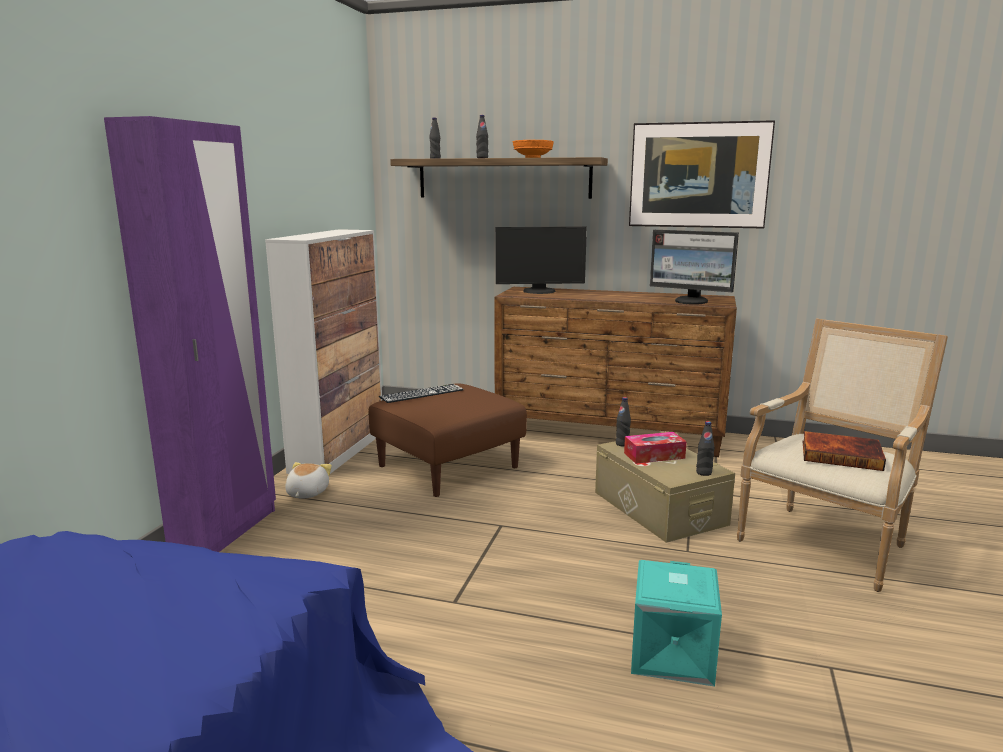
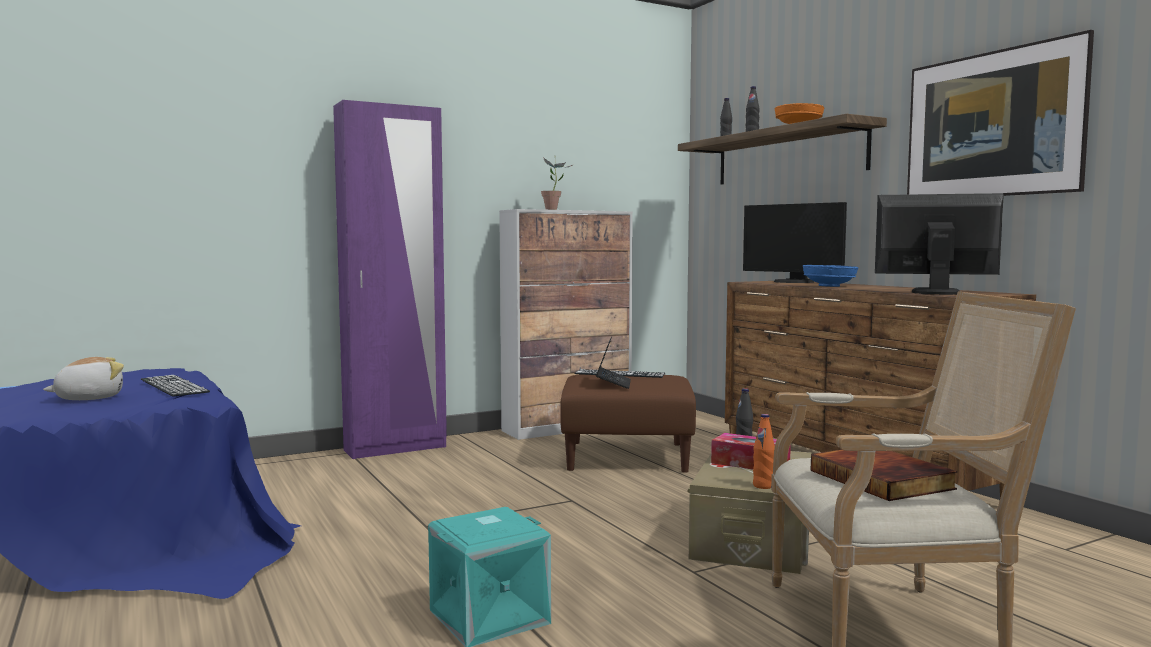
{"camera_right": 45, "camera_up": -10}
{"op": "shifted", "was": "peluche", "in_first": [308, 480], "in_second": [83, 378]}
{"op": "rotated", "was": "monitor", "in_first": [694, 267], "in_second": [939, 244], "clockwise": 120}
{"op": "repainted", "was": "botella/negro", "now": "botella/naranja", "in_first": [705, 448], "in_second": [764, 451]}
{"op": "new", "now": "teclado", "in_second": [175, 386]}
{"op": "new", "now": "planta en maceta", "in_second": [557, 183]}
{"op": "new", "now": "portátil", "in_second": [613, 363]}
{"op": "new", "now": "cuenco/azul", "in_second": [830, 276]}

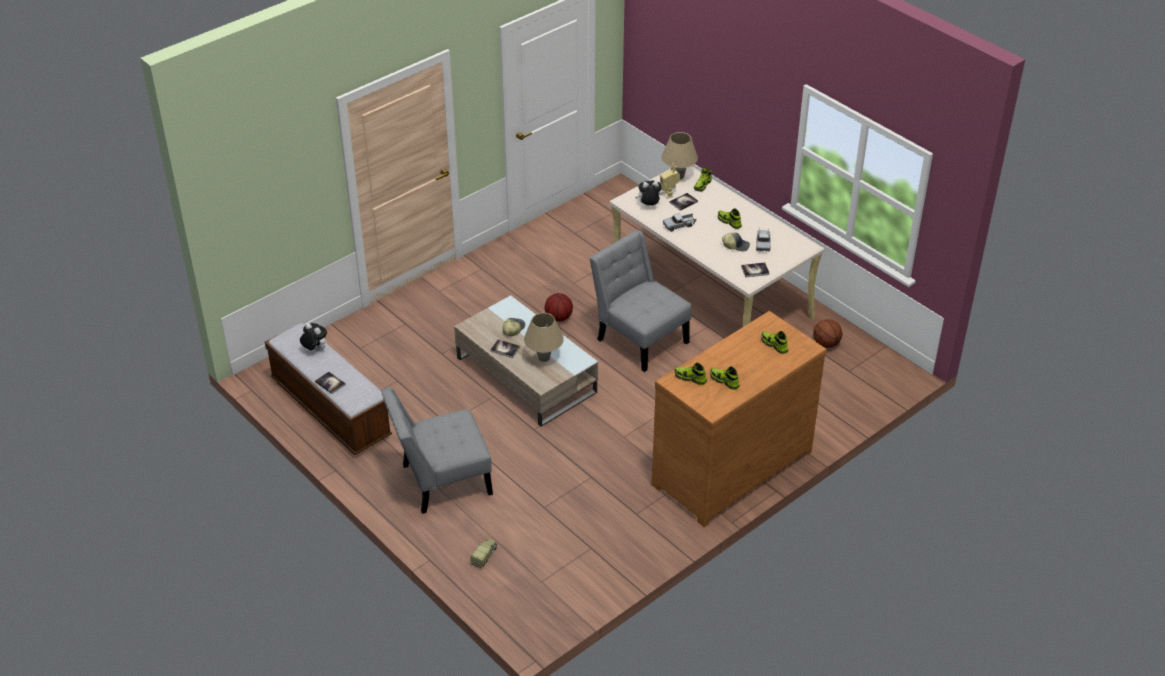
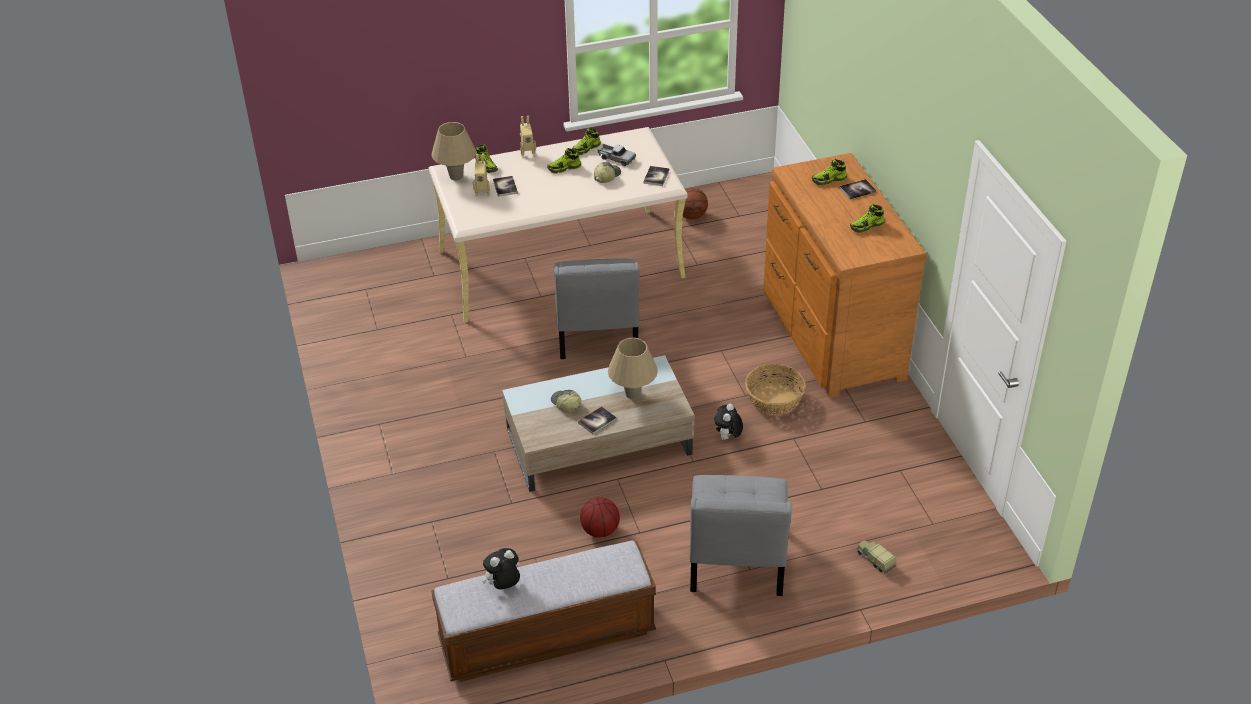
{"camera_right": -65, "camera_up": 0}
{"op": "shifted", "was": "libro", "in_first": [330, 383], "in_second": [857, 189]}
{"op": "shifted", "was": "balón de baloncesto", "in_first": [559, 307], "in_second": [600, 517]}
{"op": "rotated", "was": "silla/gris", "in_first": [641, 301], "in_second": [597, 308], "clockwise": -75}
{"op": "shifted", "was": "peluche", "in_first": [648, 193], "in_second": [728, 422]}
{"op": "gone", "was": "camión de juguete", "in_first": [679, 222]}
{"op": "shifted", "was": "zapato", "in_first": [690, 373], "in_second": [586, 141]}
{"op": "new", "now": "robot de juguete", "in_second": [528, 137]}
{"op": "new", "now": "cesta", "in_second": [775, 389]}

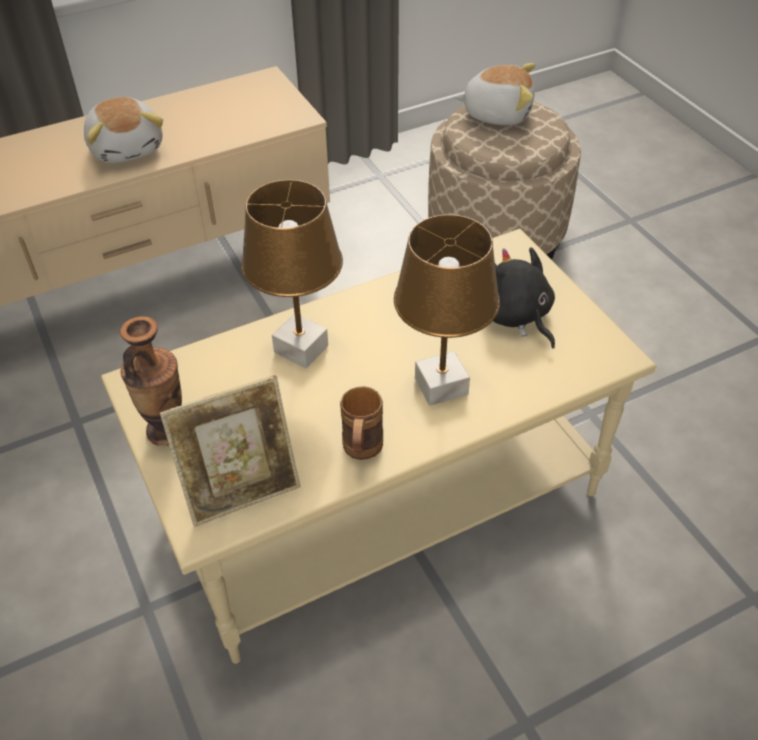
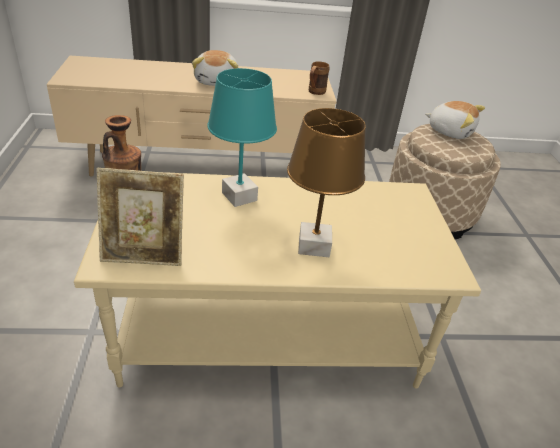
{"camera_right": 20, "camera_up": -10}
{"op": "repainted", "was": "lámpara de mesa/marrón", "now": "lámpara de mesa/turquesa", "in_first": [292, 274], "in_second": [242, 137]}
{"op": "shifted", "was": "taza grande/marrón", "in_first": [361, 423], "in_second": [319, 78]}
{"op": "gone", "was": "peluche/negro", "in_first": [524, 298]}

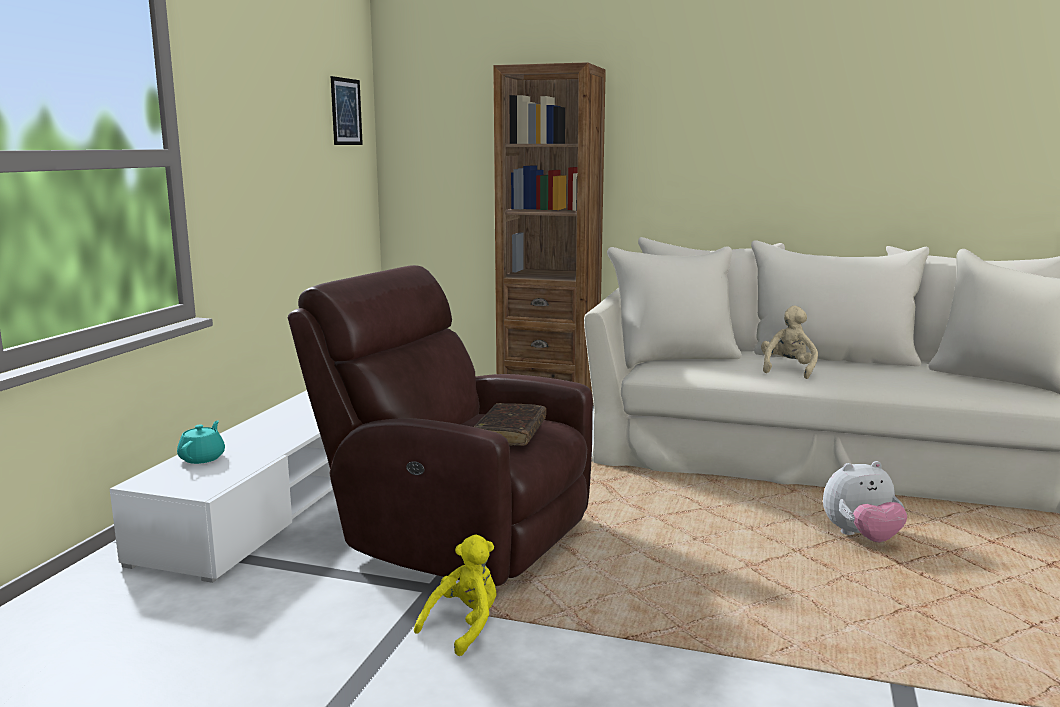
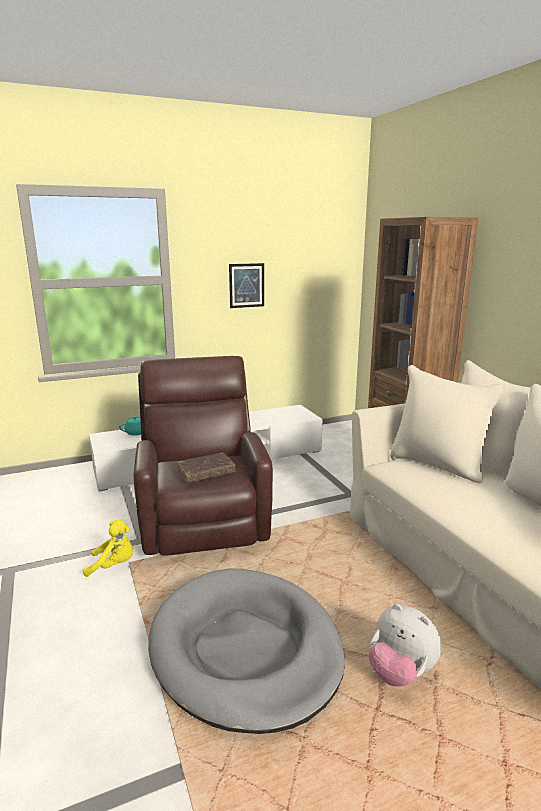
{"camera_right": 50, "camera_up": 5}
{"op": "shifted", "was": "cuadro", "in_first": [347, 110], "in_second": [246, 285]}
{"op": "gone", "was": "peluche/beis", "in_first": [789, 342]}
{"op": "new", "now": "cama para perro/gris", "in_second": [246, 651]}

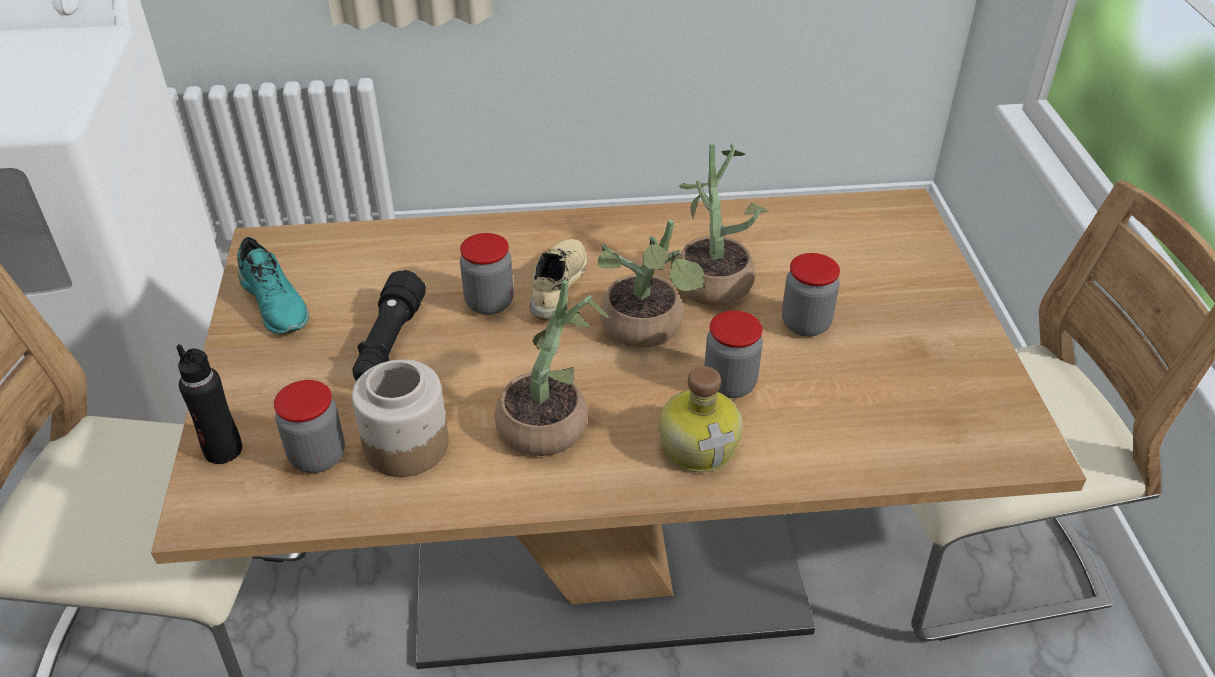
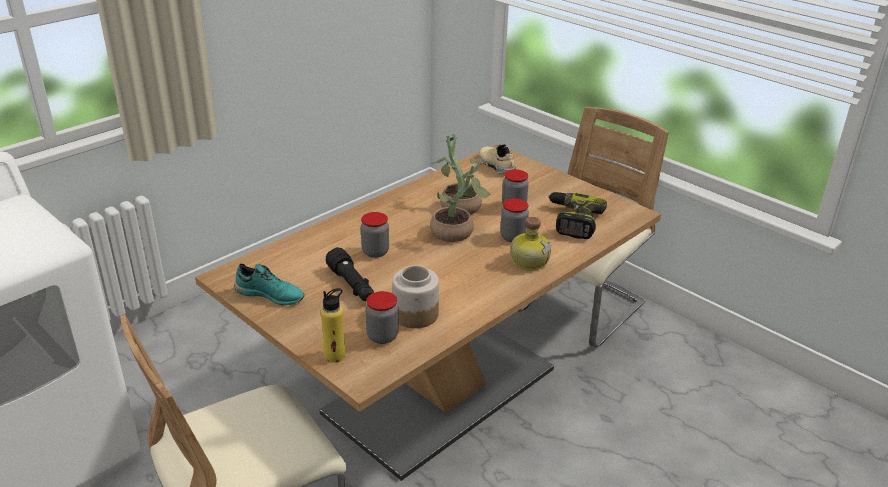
{"camera_right": -40, "camera_up": -10}
{"op": "repainted", "was": "botella/negro", "now": "botella/amarillo", "in_first": [209, 404], "in_second": [333, 325]}
{"op": "gone", "was": "planta en maceta", "in_first": [552, 368]}
{"op": "shifted", "was": "zapato/beis", "in_first": [558, 279], "in_second": [497, 159]}
{"op": "new", "now": "taladro", "in_second": [577, 215]}

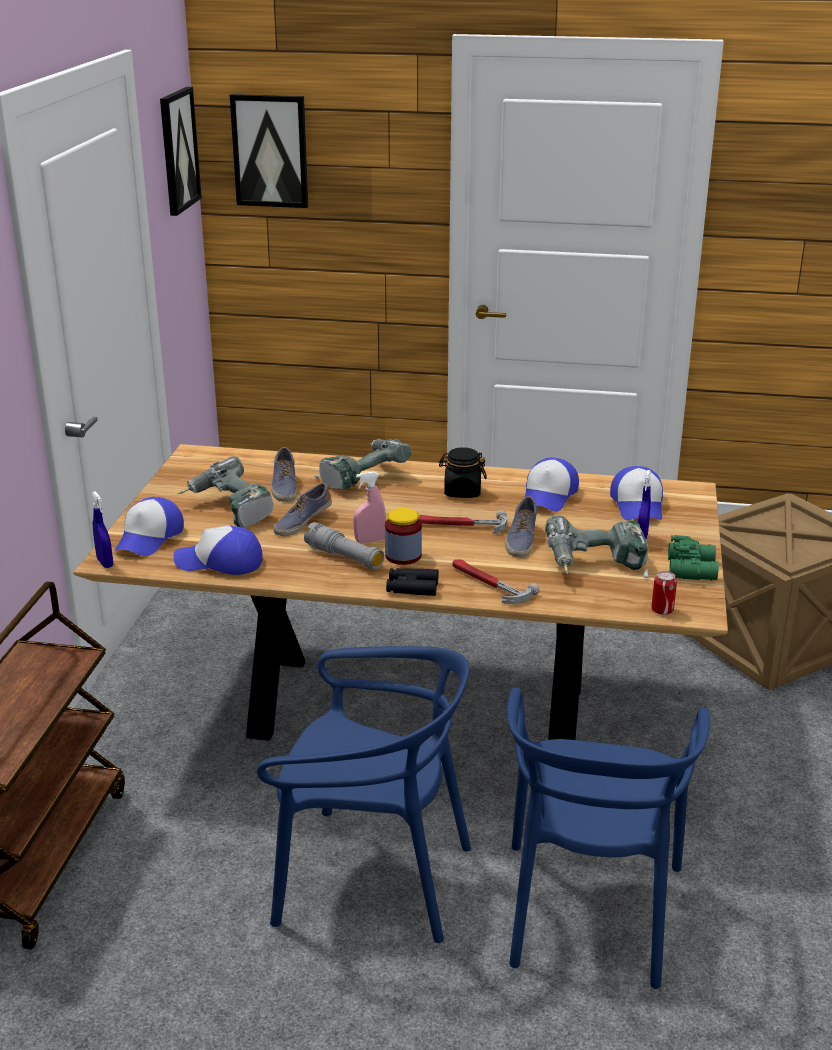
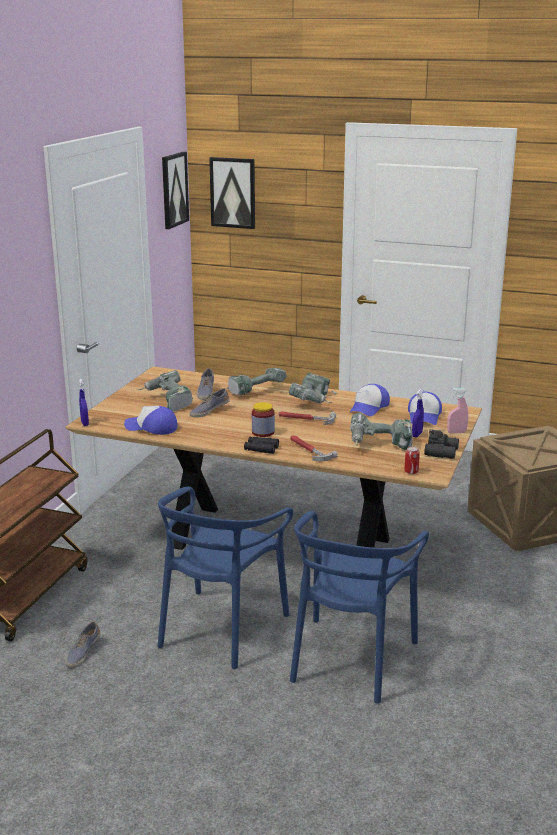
{"camera_right": 10, "camera_up": -5}
{"op": "gone", "was": "gorra", "in_first": [149, 526]}
{"op": "rotated", "was": "silla/azul", "in_first": [364, 794], "in_second": [225, 578], "clockwise": 90}
{"op": "gone", "was": "linterna/gris", "in_first": [344, 546]}
{"op": "shifted", "was": "pulverizador/rosa", "in_first": [369, 507], "in_second": [457, 411]}
{"op": "swapped", "was": "tarro/negro", "now": "taladro", "in_first": [462, 472], "in_second": [313, 388]}
{"op": "shifted", "was": "zapato", "in_first": [521, 526], "in_second": [83, 644]}
{"op": "repainted", "was": "prismáticos/verde", "now": "prismáticos/negro", "in_first": [693, 558], "in_second": [441, 444]}

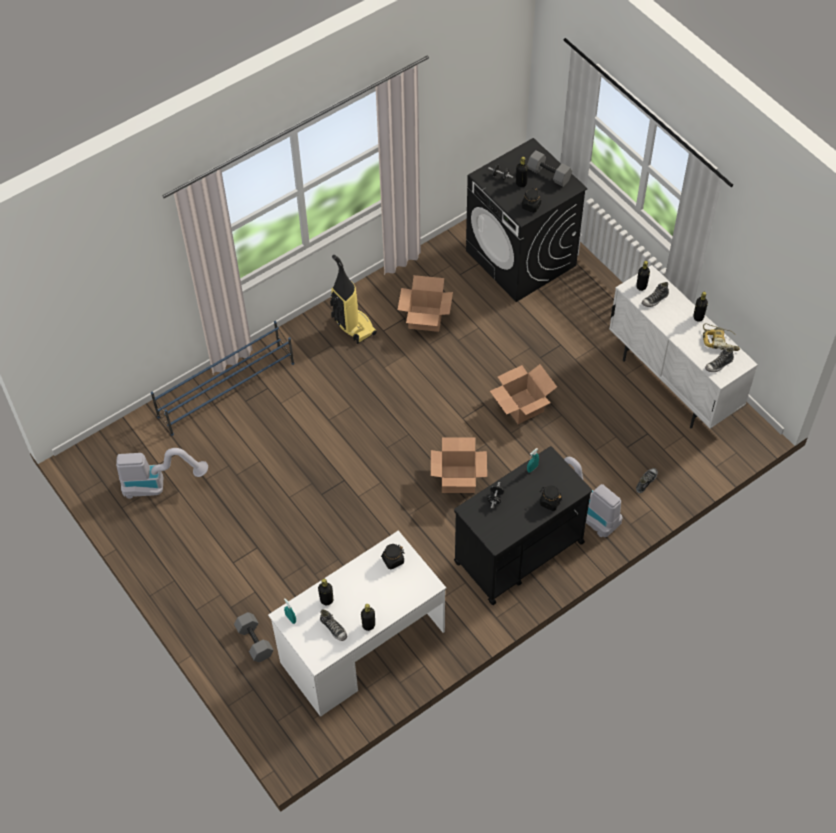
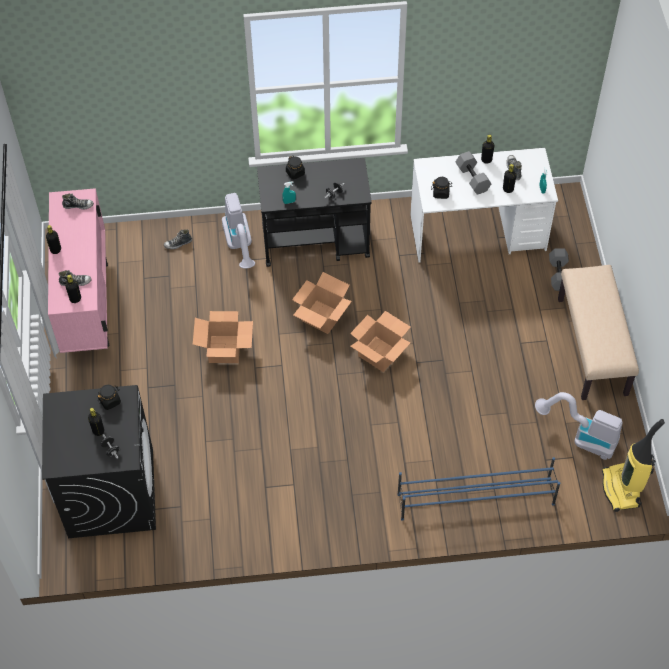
{"camera_right": -150, "camera_up": 0}
{"op": "shifted", "was": "aspiradora", "in_first": [353, 299], "in_second": [633, 465]}
{"op": "shifted", "was": "caja de cartón", "in_first": [425, 303], "in_second": [380, 341]}
{"op": "shifted", "was": "mancuerna/gris", "in_first": [549, 168], "in_second": [473, 173]}
{"op": "repainted", "was": "armario/blanco", "now": "armario/rosa", "in_first": [683, 347], "in_second": [79, 270]}
{"op": "gone", "was": "taladro", "in_first": [721, 337]}
{"op": "new", "now": "banco/beis", "in_second": [598, 332]}

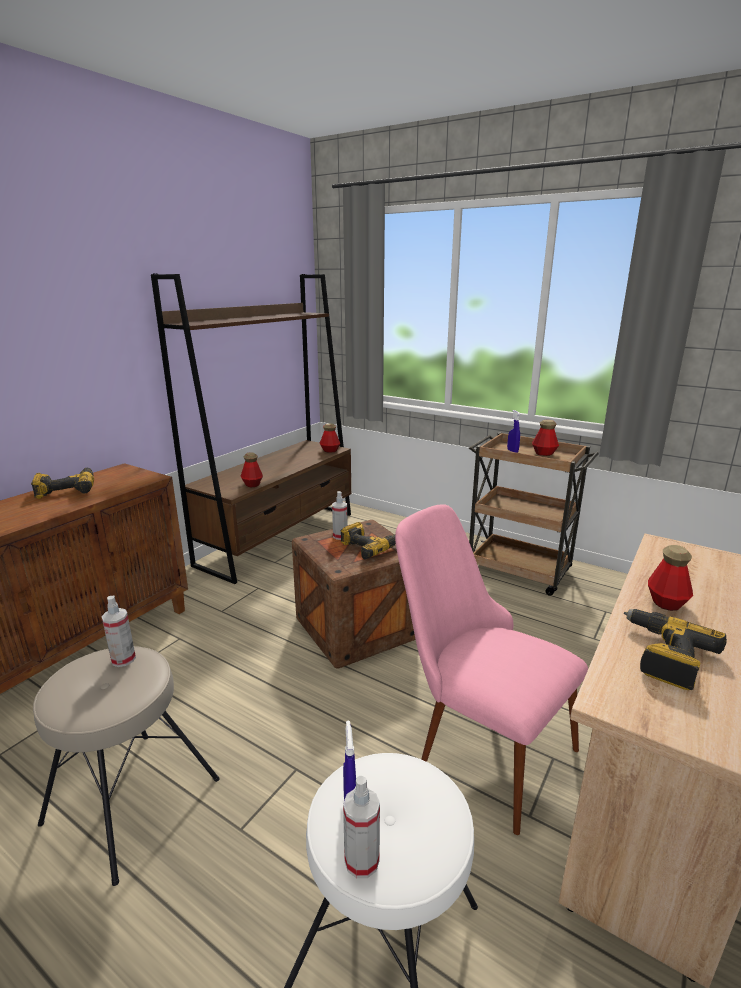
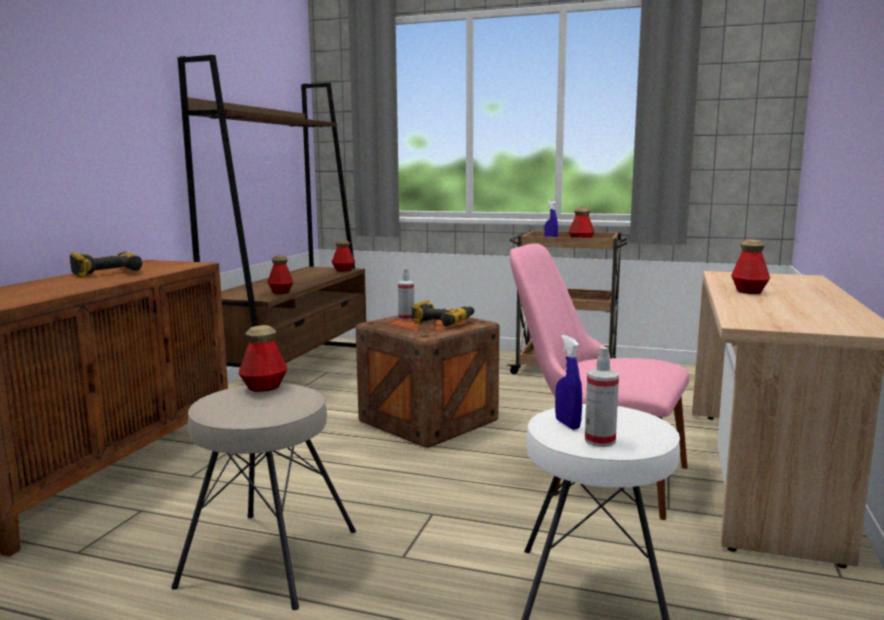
{"camera_right": -15, "camera_up": -10}
{"op": "swapped", "was": "pulverizador", "now": "botella", "in_first": [119, 631], "in_second": [263, 358]}
{"op": "gone", "was": "taladro", "in_first": [675, 649]}

